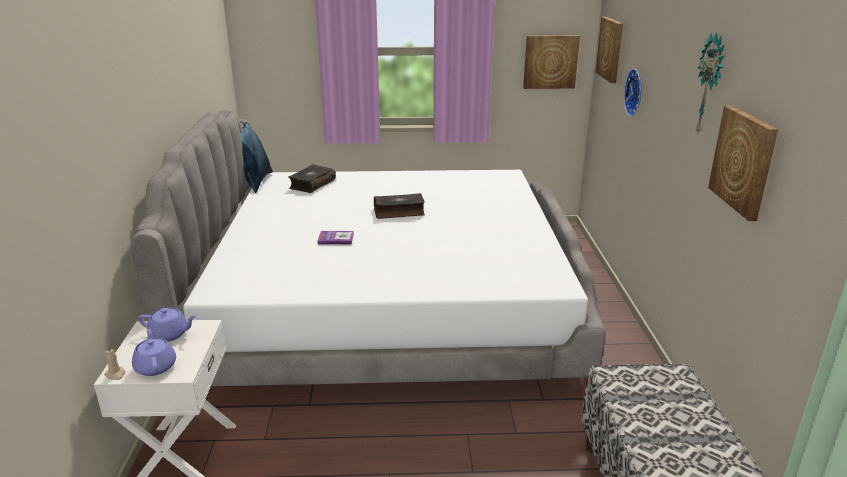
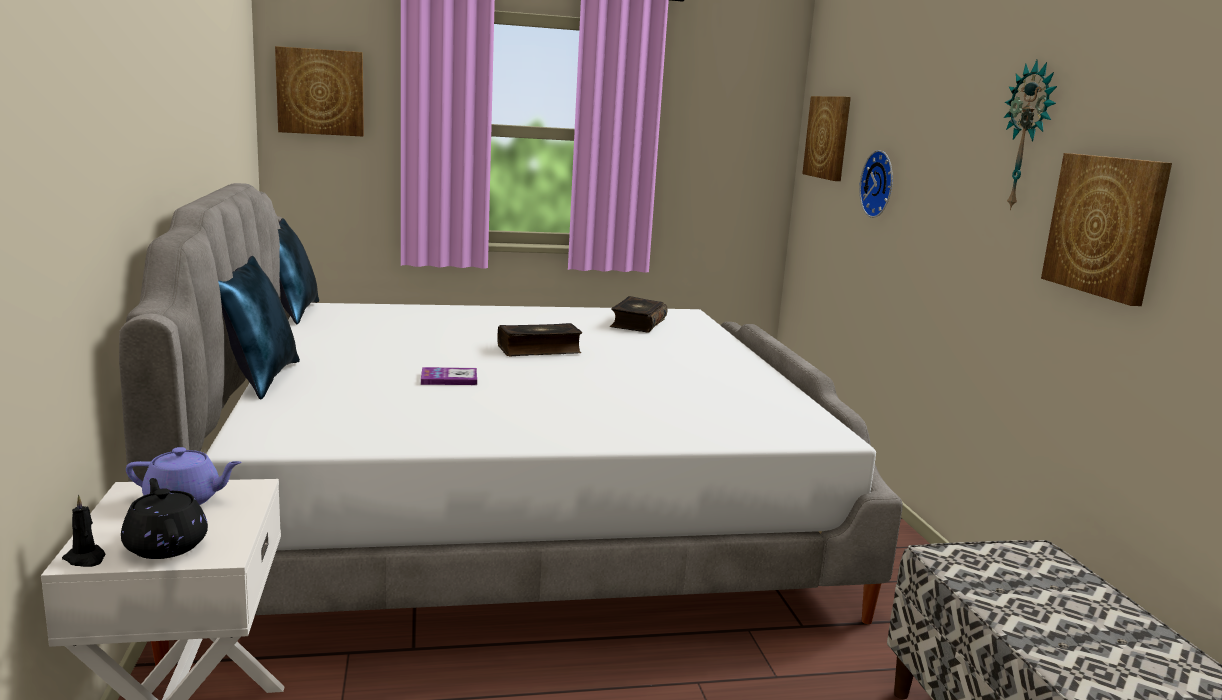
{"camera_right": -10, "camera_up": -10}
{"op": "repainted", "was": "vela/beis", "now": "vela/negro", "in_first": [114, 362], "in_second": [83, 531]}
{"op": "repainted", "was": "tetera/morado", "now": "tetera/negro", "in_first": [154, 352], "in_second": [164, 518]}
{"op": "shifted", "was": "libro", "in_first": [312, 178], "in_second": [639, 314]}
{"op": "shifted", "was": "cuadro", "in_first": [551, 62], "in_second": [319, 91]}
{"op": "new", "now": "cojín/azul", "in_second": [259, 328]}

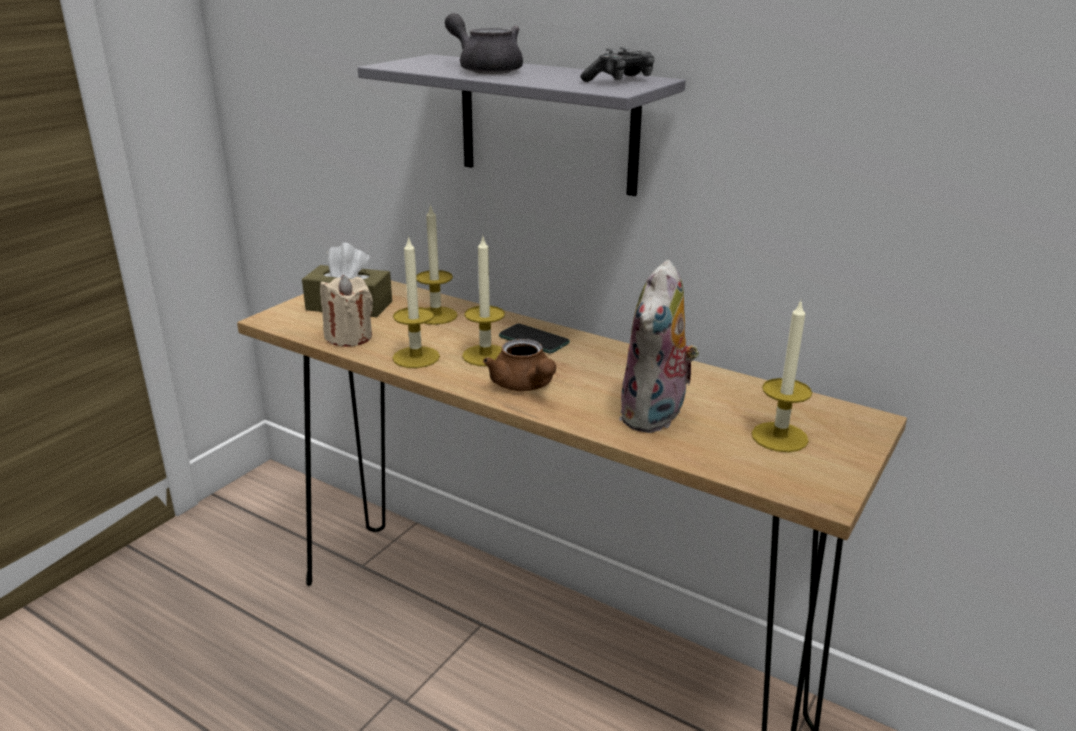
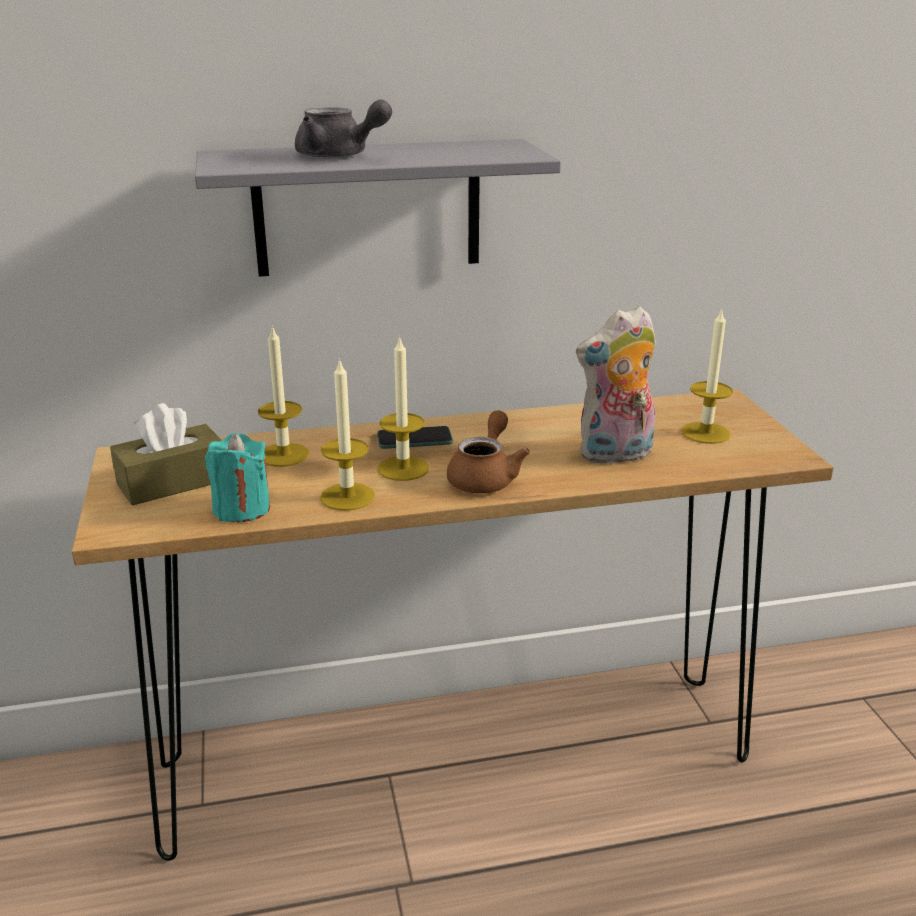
{"camera_right": -45, "camera_up": 0}
{"op": "repainted", "was": "vela/beis", "now": "vela/turquesa", "in_first": [346, 311], "in_second": [237, 477]}
{"op": "rotated", "was": "tetera/gris", "in_first": [484, 43], "in_second": [343, 129], "clockwise": -150}
{"op": "rotated", "was": "tetera/marrón", "in_first": [519, 365], "in_second": [488, 451], "clockwise": -90}
{"op": "gone", "was": "mando de consola", "in_first": [618, 64]}
{"op": "rotated", "was": "peluche", "in_first": [659, 346], "in_second": [616, 385], "clockwise": 90}

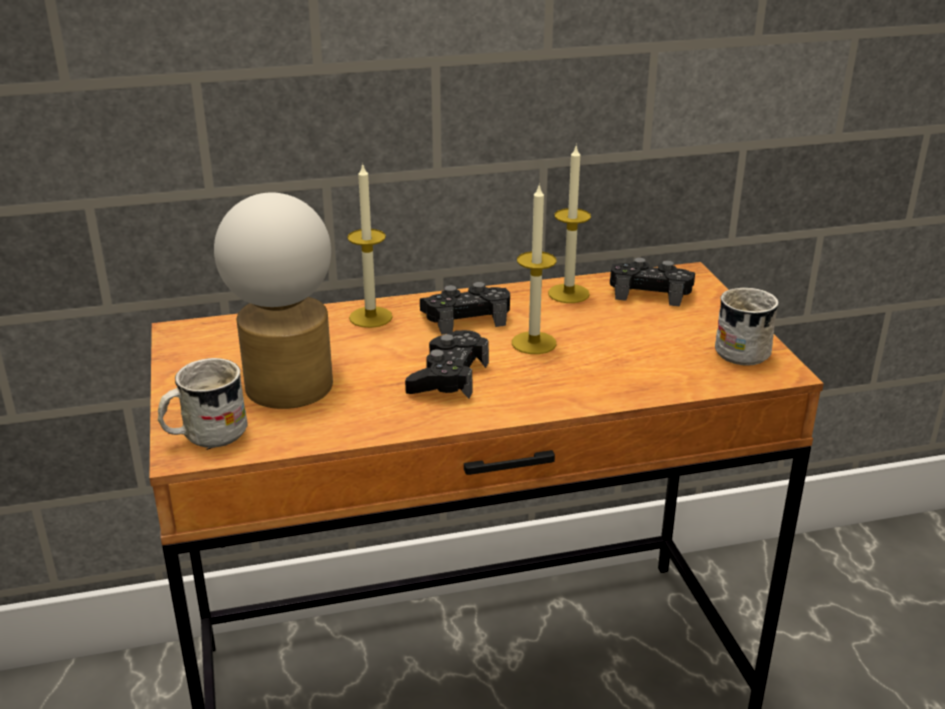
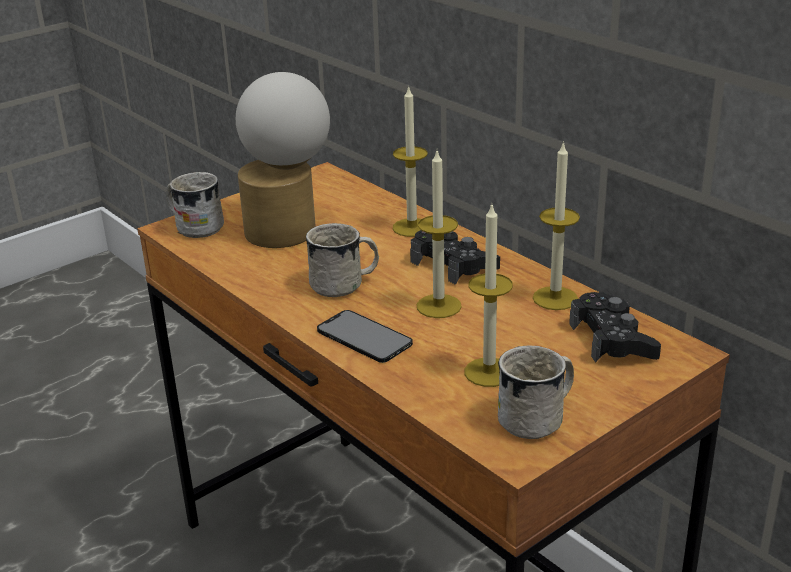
{"camera_right": 65, "camera_up": 0}
{"op": "swapped", "was": "mando de consola/negro", "now": "taza grande/blanco", "in_first": [447, 364], "in_second": [342, 260]}
{"op": "new", "now": "móvil", "in_second": [365, 336]}
{"op": "new", "now": "vela", "in_second": [489, 295]}

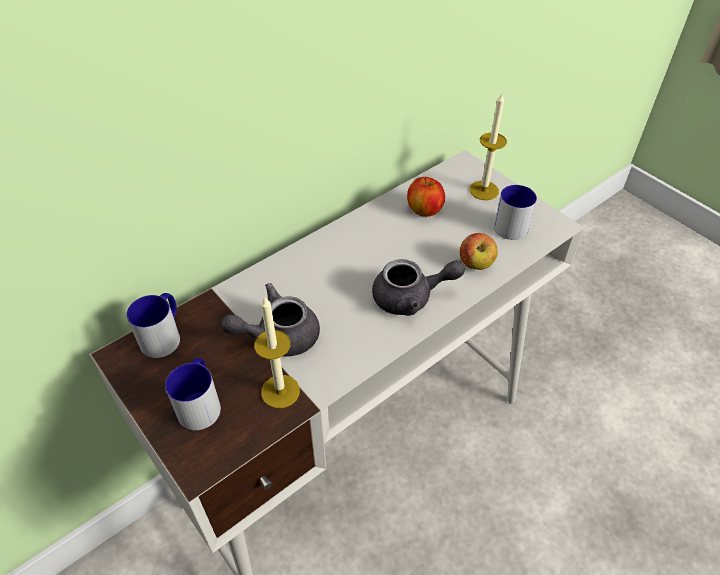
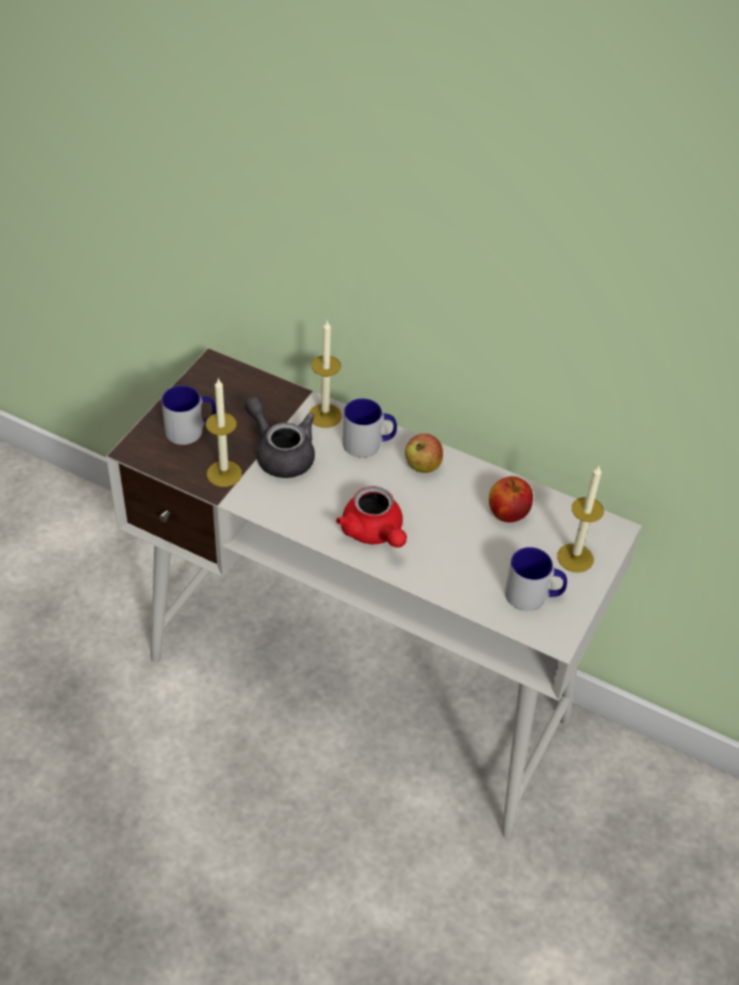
{"camera_right": 65, "camera_up": 0}
{"op": "shifted", "was": "taza grande", "in_first": [153, 325], "in_second": [370, 428]}
{"op": "repainted", "was": "tetera/gris", "now": "tetera/rojo", "in_first": [418, 287], "in_second": [371, 517]}
{"op": "shifted", "was": "manzana", "in_first": [479, 251], "in_second": [424, 453]}
{"op": "new", "now": "vela", "in_second": [325, 374]}

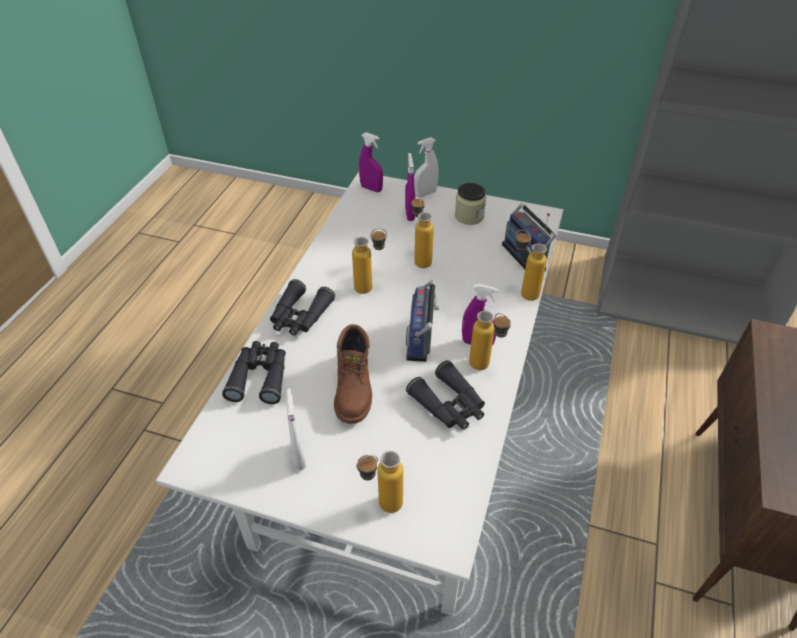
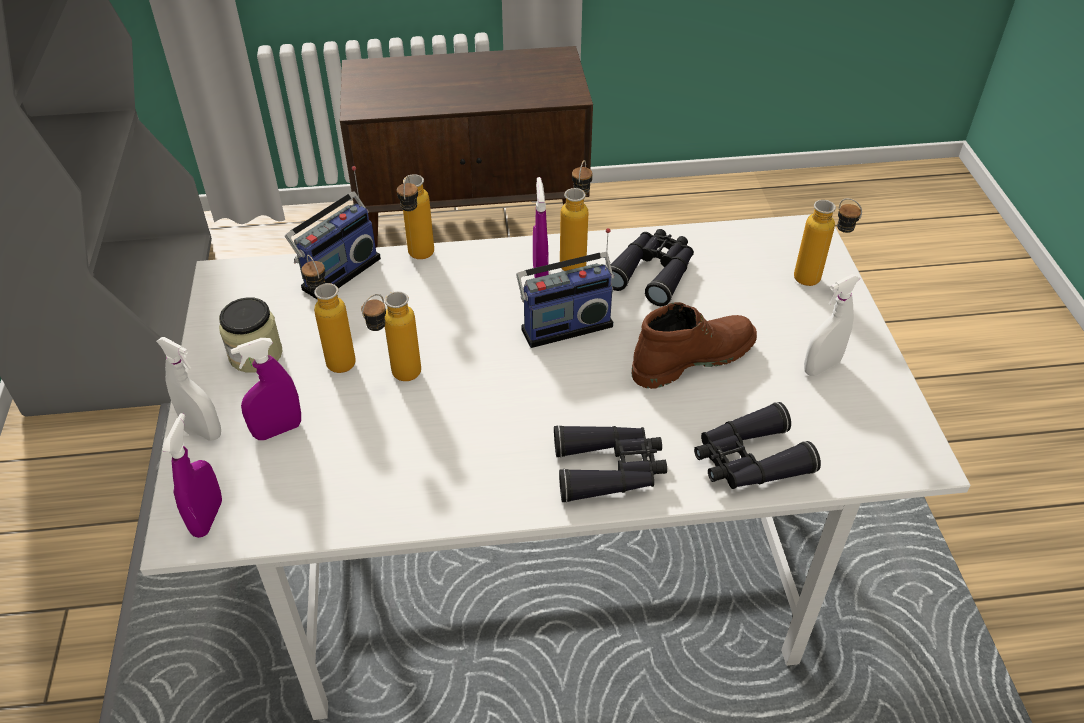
{"camera_right": -115, "camera_up": 0}
{"op": "shifted", "was": "botella", "in_first": [369, 261], "in_second": [328, 314]}

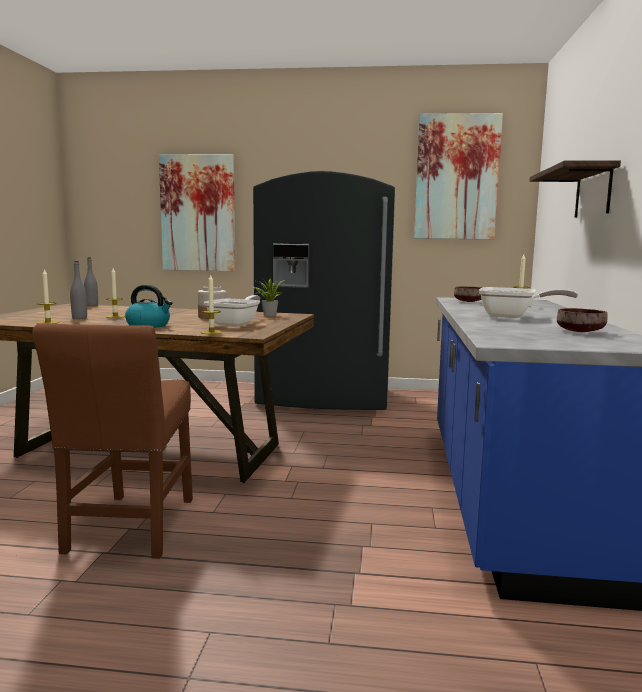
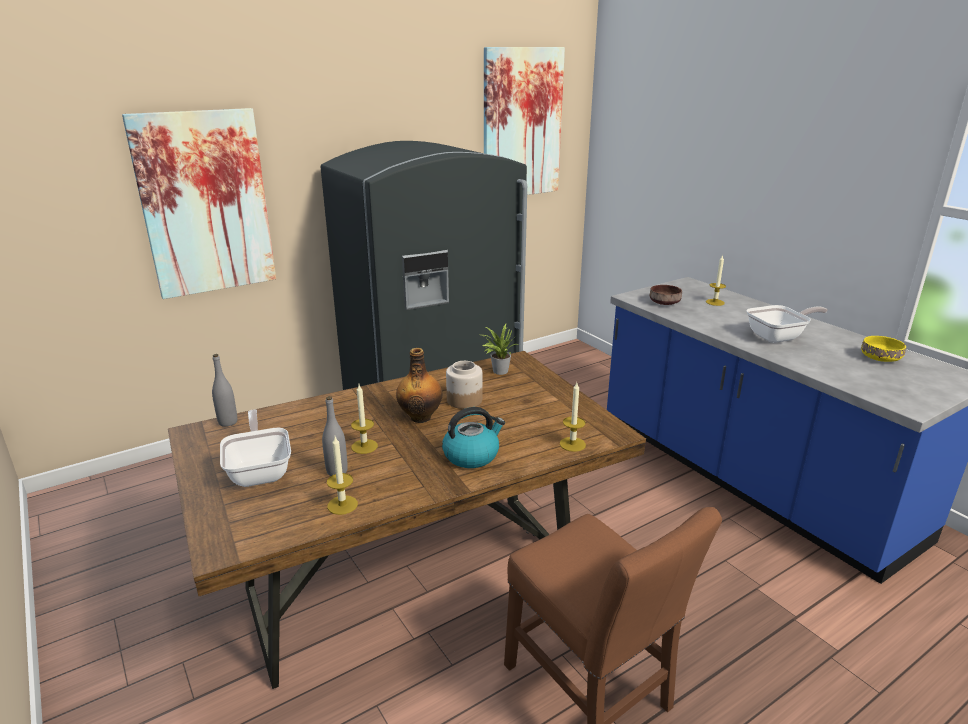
{"camera_right": -40, "camera_up": 15}
{"op": "shifted", "was": "sartén", "in_first": [232, 311], "in_second": [255, 448]}
{"op": "gone", "was": "estante", "in_first": [575, 189]}
{"op": "repainted", "was": "cuenco/marrón", "now": "cuenco/amarillo", "in_first": [582, 320], "in_second": [883, 349]}
{"op": "new", "now": "botella", "in_second": [419, 385]}

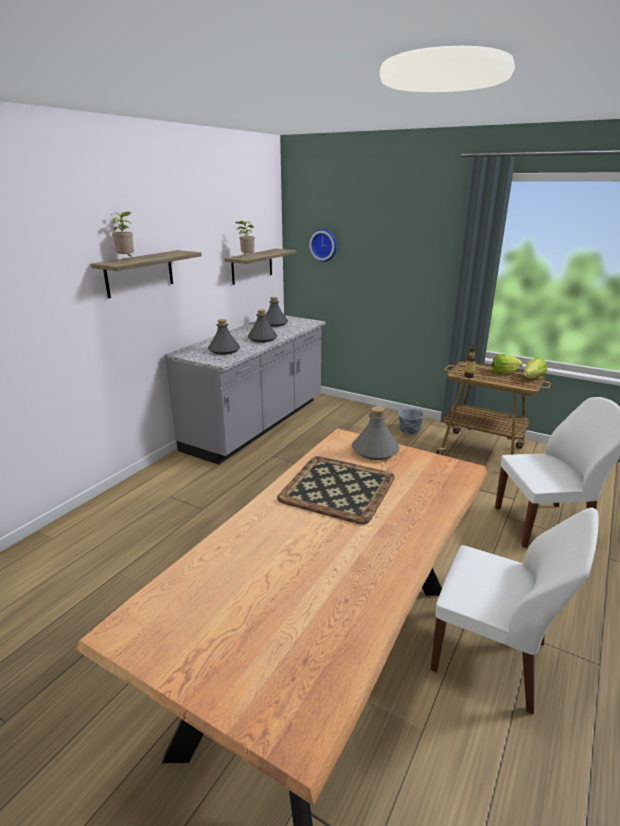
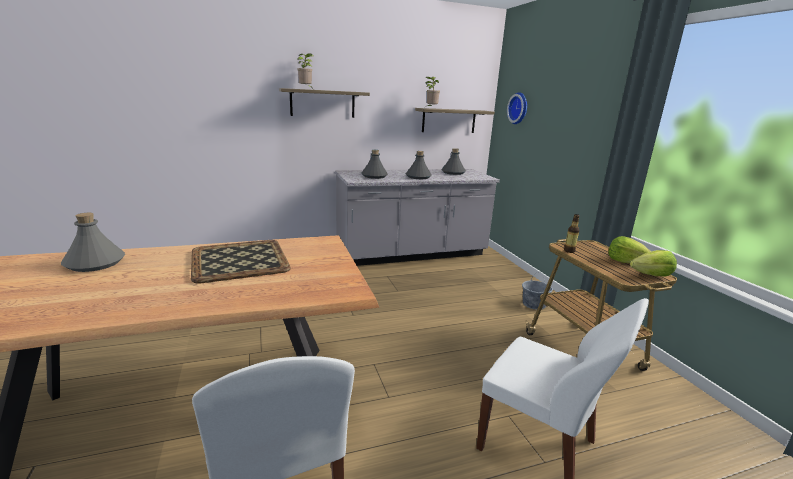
{"camera_right": 40, "camera_up": -5}
{"op": "shifted", "was": "botella/gris", "in_first": [375, 433], "in_second": [93, 242]}

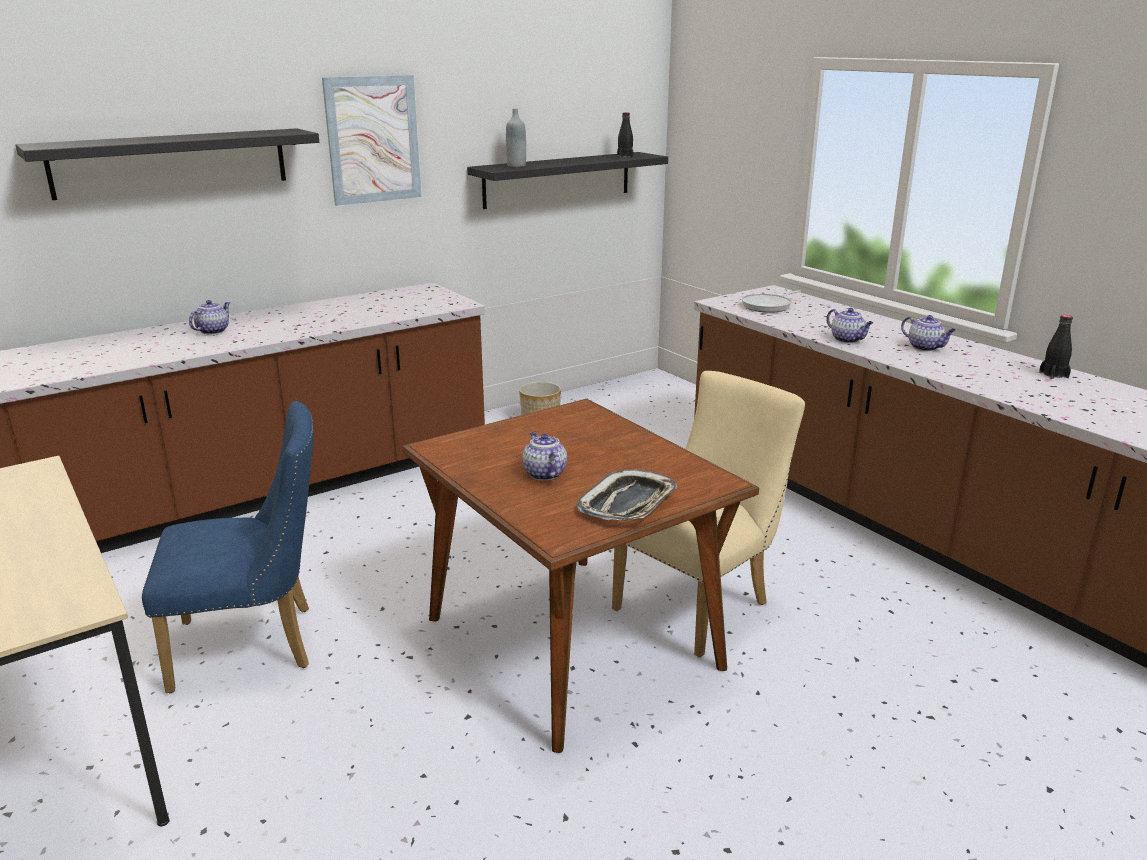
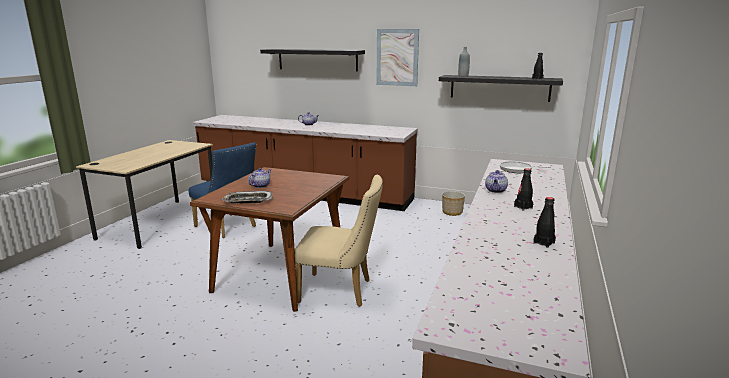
{"camera_right": 55, "camera_up": -5}
{"op": "swapped", "was": "tetera", "now": "botella/negro", "in_first": [928, 333], "in_second": [523, 189]}

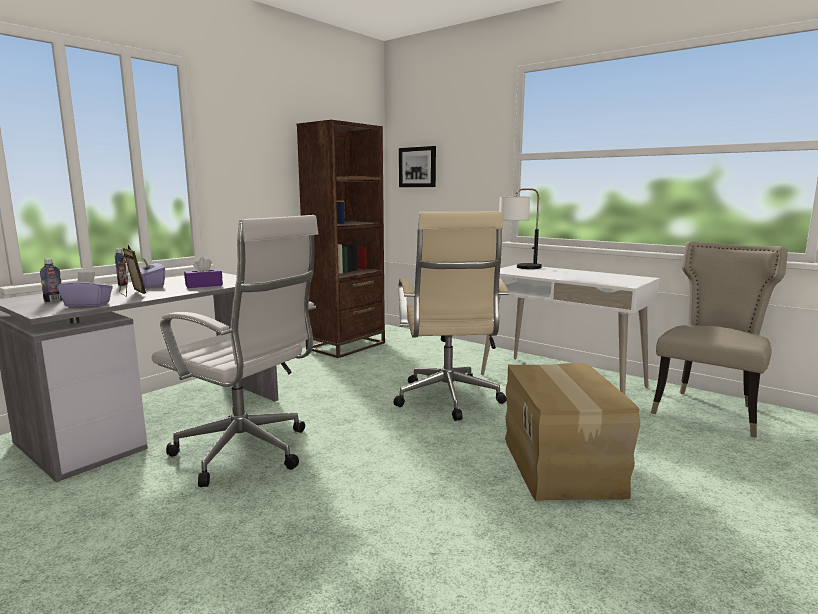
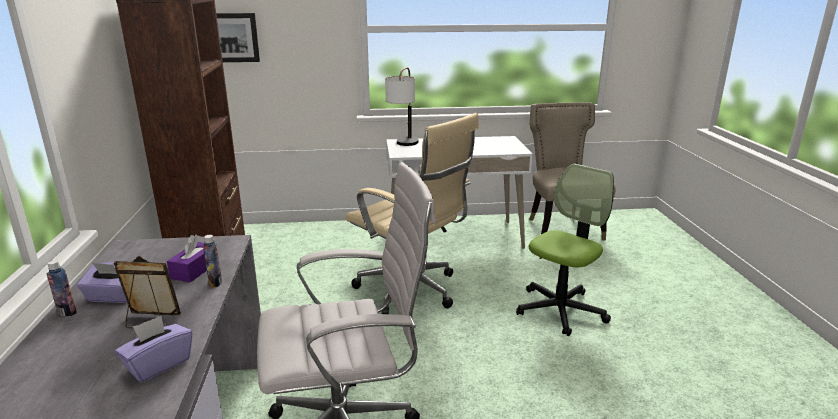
{"camera_right": -45, "camera_up": 10}
{"op": "shifted", "was": "botella", "in_first": [51, 280], "in_second": [212, 261]}
{"op": "swapped", "was": "caja de cartón", "now": "silla de oficina", "in_first": [572, 432], "in_second": [565, 250]}

